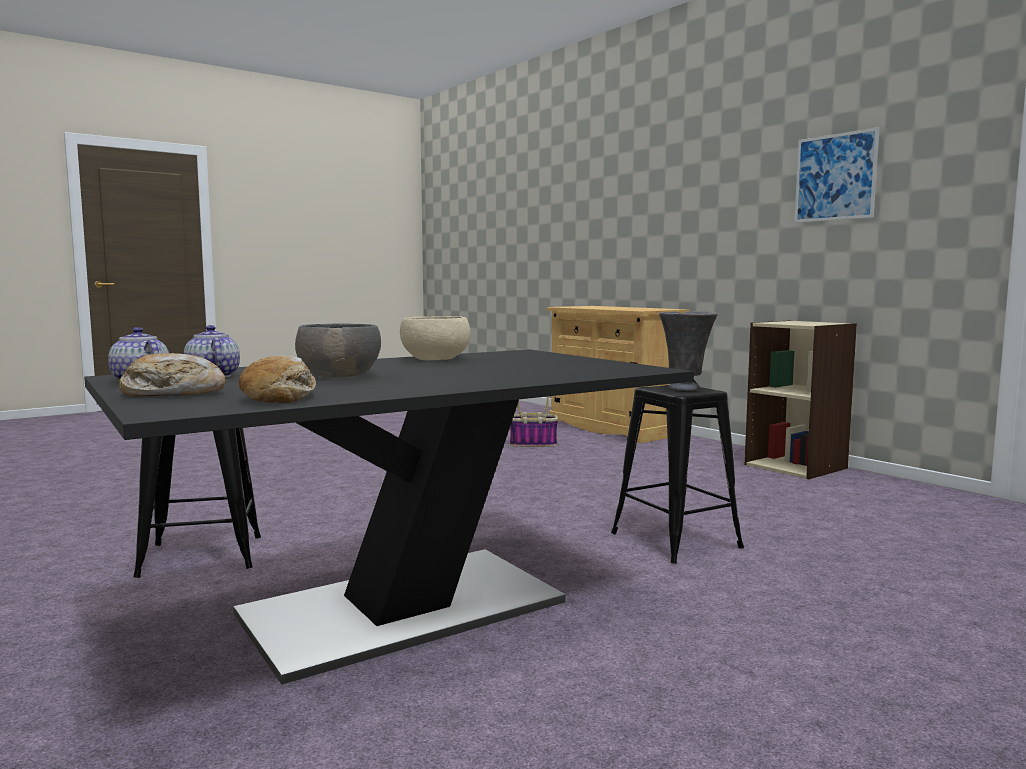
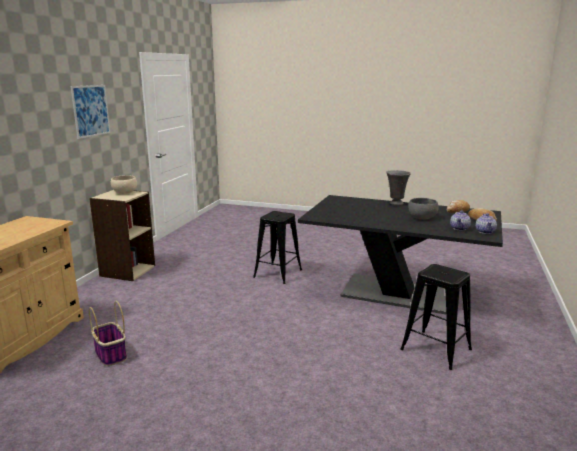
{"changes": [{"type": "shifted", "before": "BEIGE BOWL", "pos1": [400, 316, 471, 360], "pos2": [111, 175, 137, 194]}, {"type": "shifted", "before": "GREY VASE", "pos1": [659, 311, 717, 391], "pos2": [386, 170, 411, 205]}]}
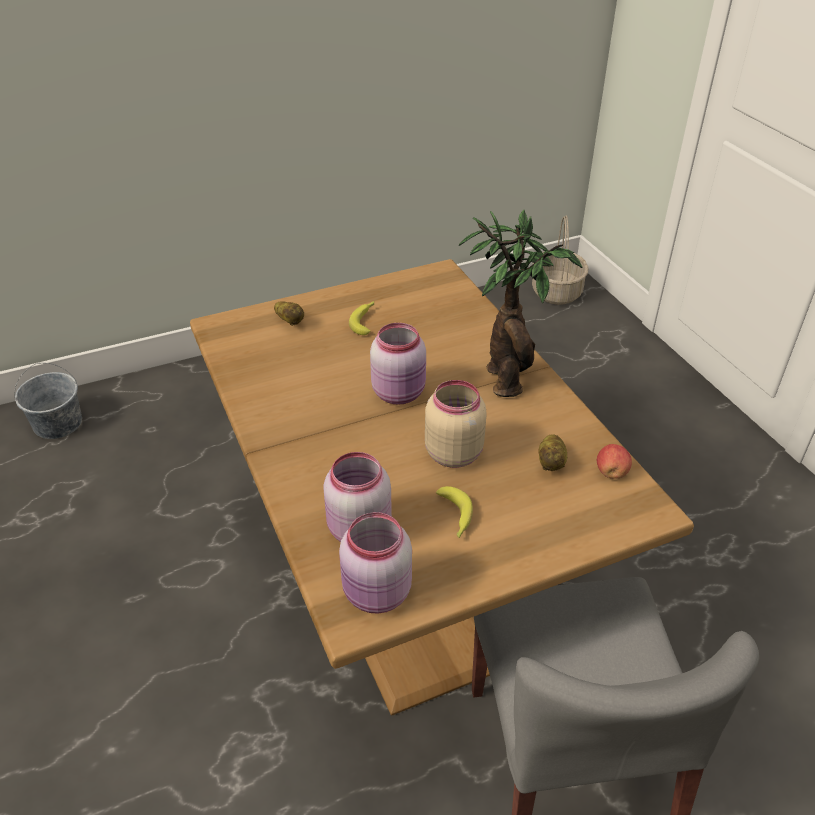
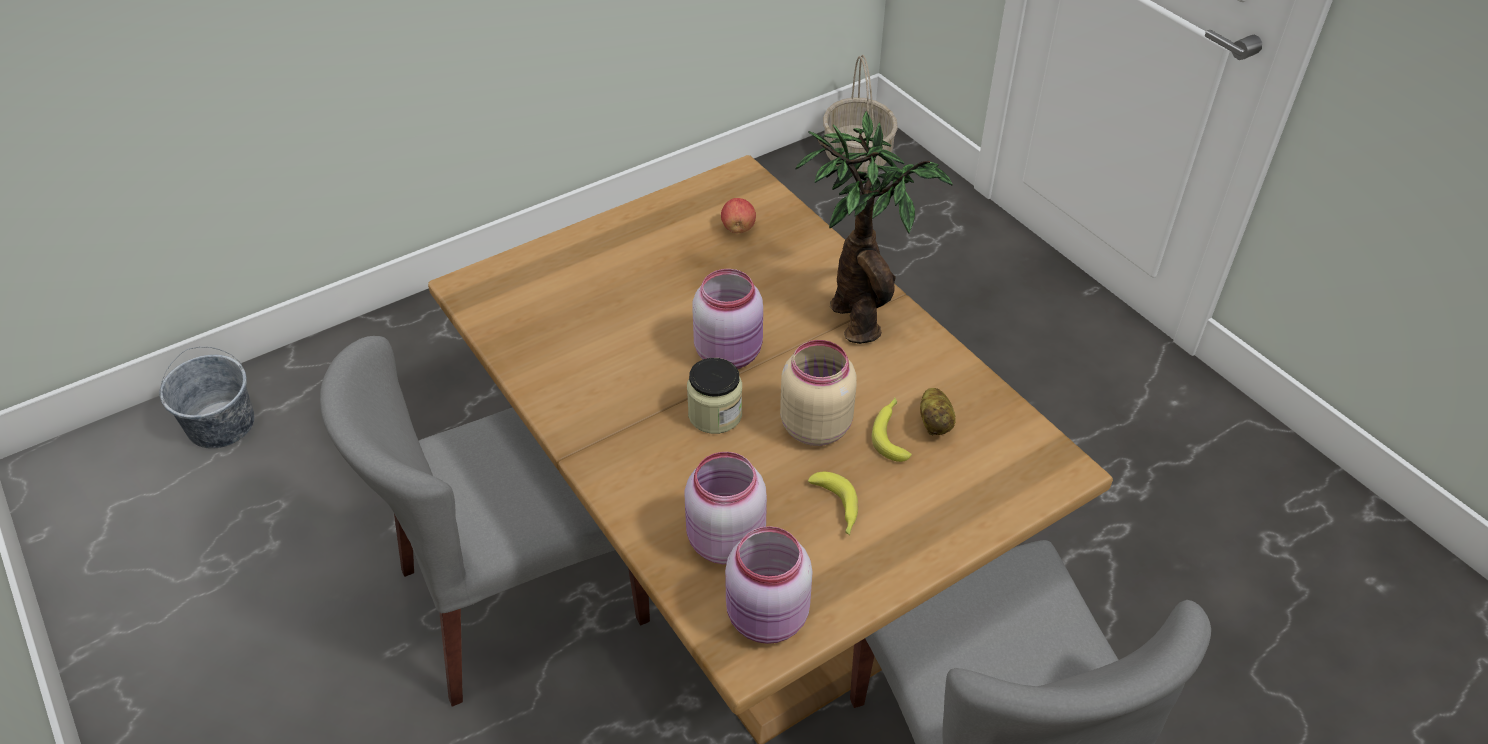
{"changes": [{"type": "new", "after": "GREY CHAIR", "pos2": [320, 336, 650, 707]}, {"type": "new", "after": "JAR", "pos2": [687, 358, 742, 434]}, {"type": "shifted", "before": "APPLE", "pos1": [597, 444, 632, 479], "pos2": [721, 198, 756, 233]}, {"type": "shifted", "before": "BANANA", "pos1": [349, 301, 374, 335], "pos2": [872, 398, 912, 462]}, {"type": "gone", "before": "POTATO", "pos1": [274, 301, 304, 326]}]}
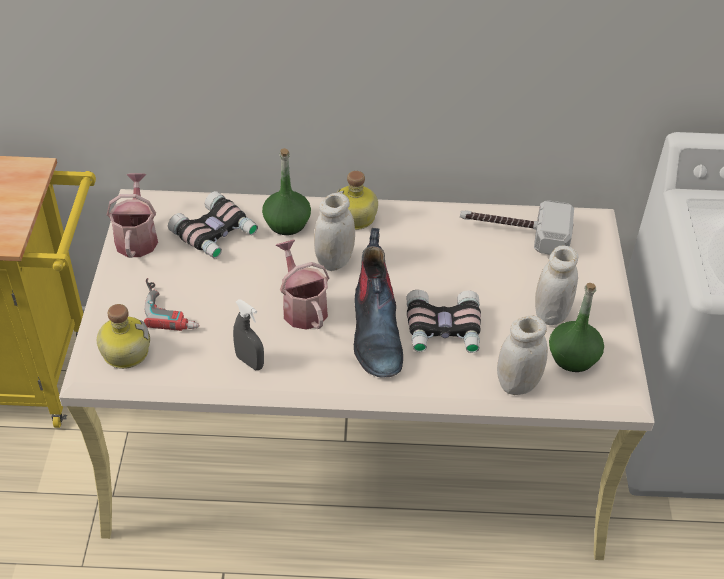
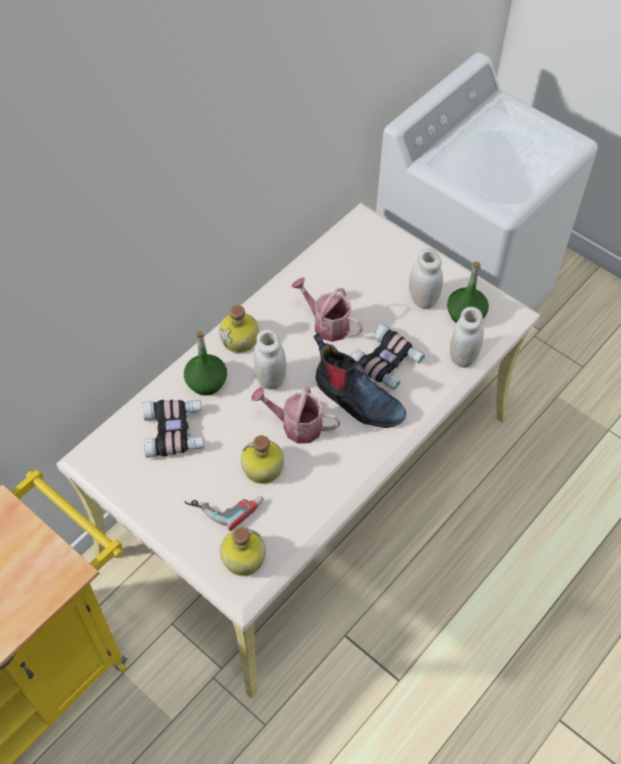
{"changes": [{"type": "new", "after": "BOTTLE", "pos2": [241, 435, 284, 484]}, {"type": "shifted", "before": "WATERING CAN", "pos1": [107, 173, 158, 258], "pos2": [291, 277, 363, 342]}, {"type": "gone", "before": "GREY SPRAY BOTTLE", "pos1": [233, 299, 264, 370]}, {"type": "gone", "before": "HAMMER", "pos1": [460, 200, 574, 255]}]}
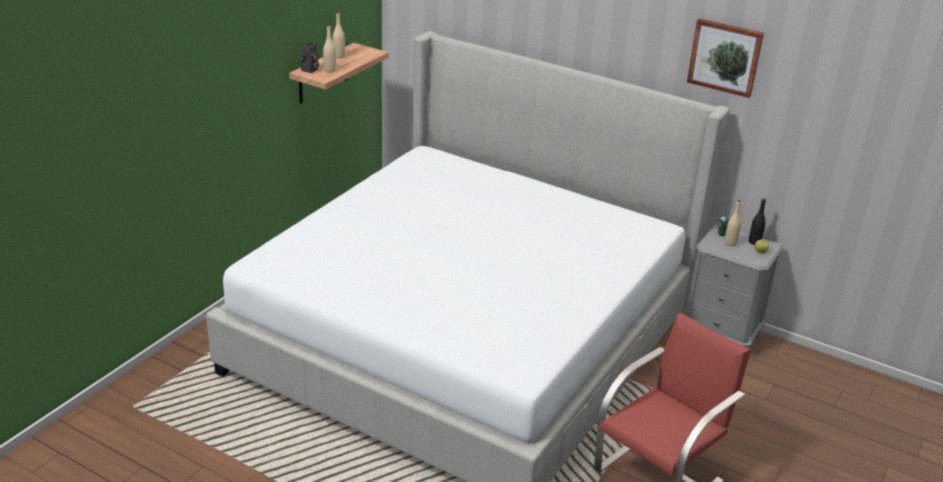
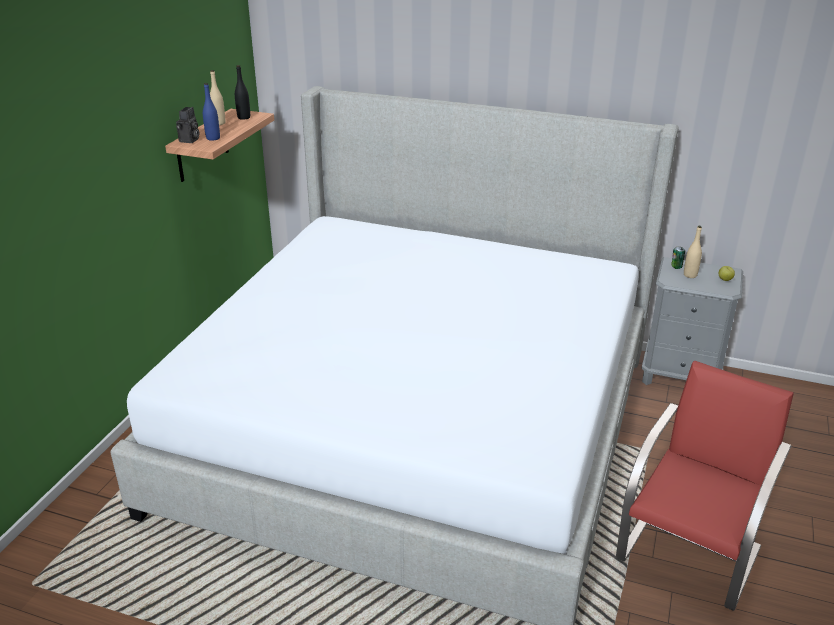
{"changes": [{"type": "repainted", "before": "BEIGE BOTTLE", "after": "BLUE BOTTLE", "pos1": [323, 25, 336, 73], "pos2": [203, 83, 220, 141]}, {"type": "shifted", "before": "BLACK BOTTLE", "pos1": [749, 199, 766, 245], "pos2": [235, 65, 250, 120]}, {"type": "gone", "before": "PICTURE", "pos1": [687, 18, 764, 98]}]}
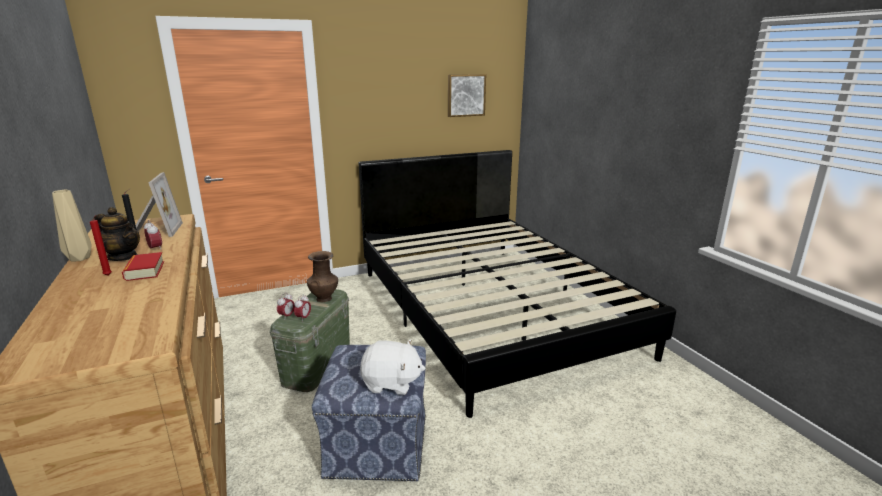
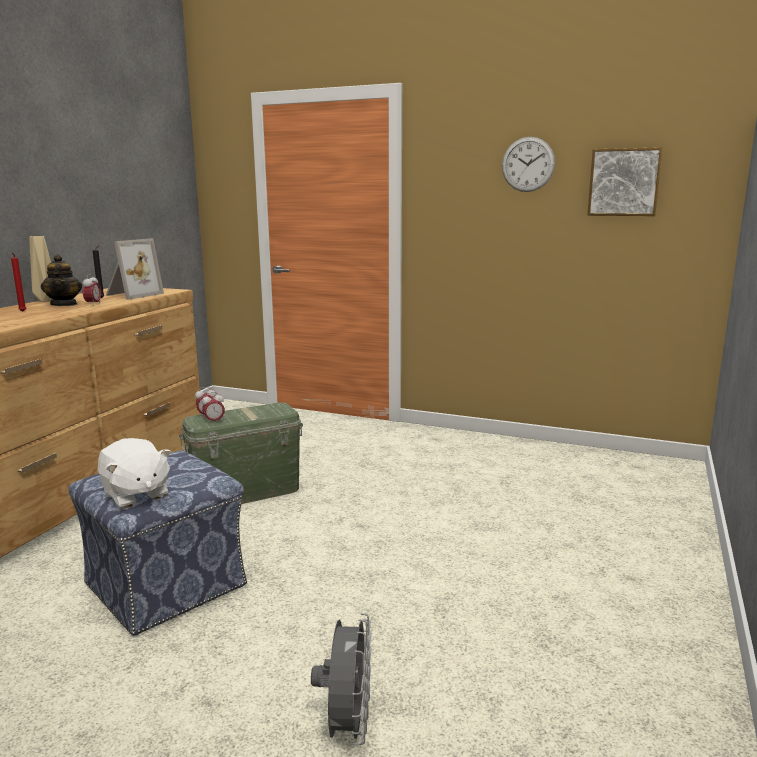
{"changes": [{"type": "new", "after": "GREY FAN", "pos2": [311, 613, 372, 745]}, {"type": "new", "after": "WALL CLOCK", "pos2": [502, 137, 555, 192]}, {"type": "gone", "before": "BOOK", "pos1": [122, 252, 164, 281]}, {"type": "gone", "before": "BROWN VASE", "pos1": [307, 251, 338, 302]}, {"type": "gone", "before": "BLACK BED", "pos1": [359, 150, 676, 418]}]}
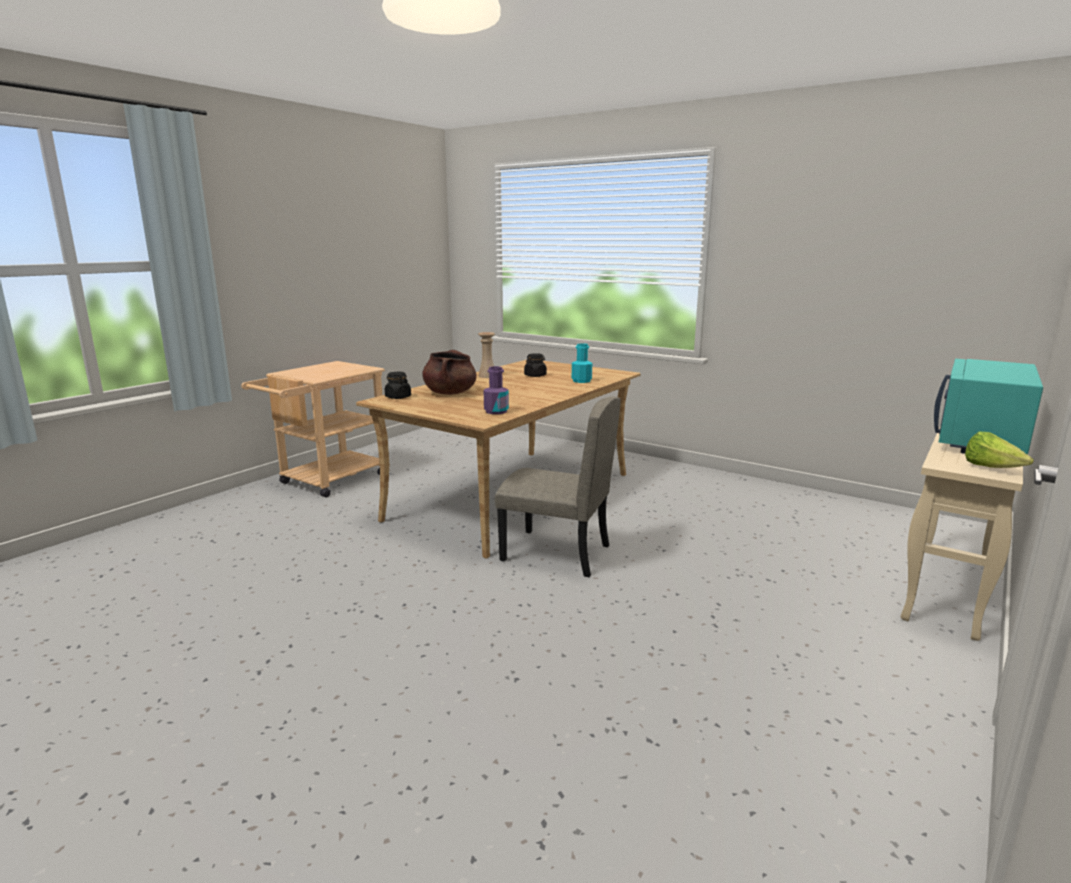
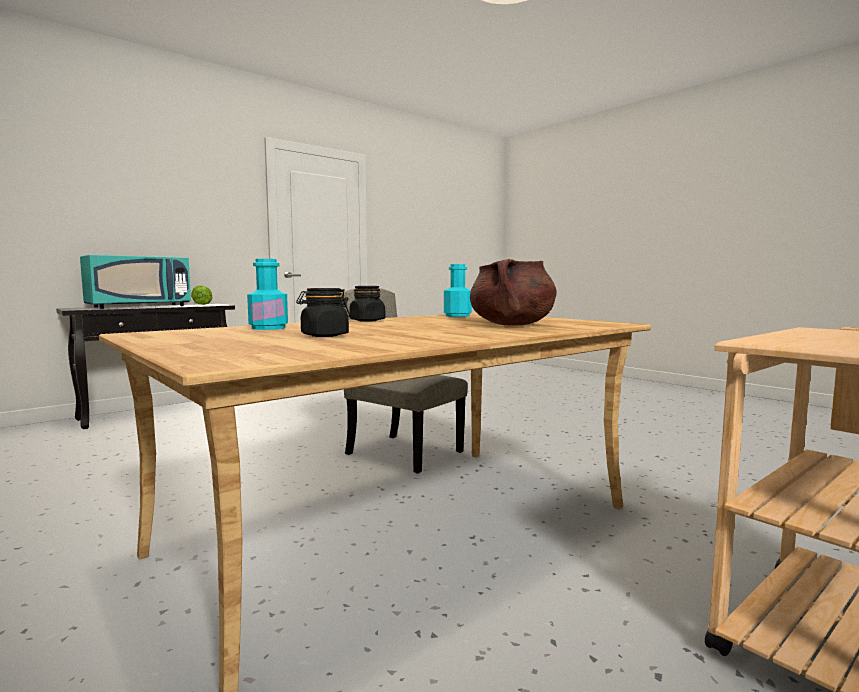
{"changes": [{"type": "repainted", "before": "BEIGE CONSOLE TABLE", "after": "BLACK CONSOLE TABLE", "pos1": [901, 425, 1023, 641], "pos2": [56, 304, 235, 429]}, {"type": "shifted", "before": "BLACK JAR", "pos1": [385, 372, 411, 399], "pos2": [349, 286, 385, 322]}, {"type": "repainted", "before": "PURPLE BOTTLE", "after": "TURQUOISE BOTTLE", "pos1": [484, 366, 509, 414], "pos2": [444, 264, 472, 317]}, {"type": "gone", "before": "BEIGE VASE", "pos1": [478, 332, 495, 378]}]}
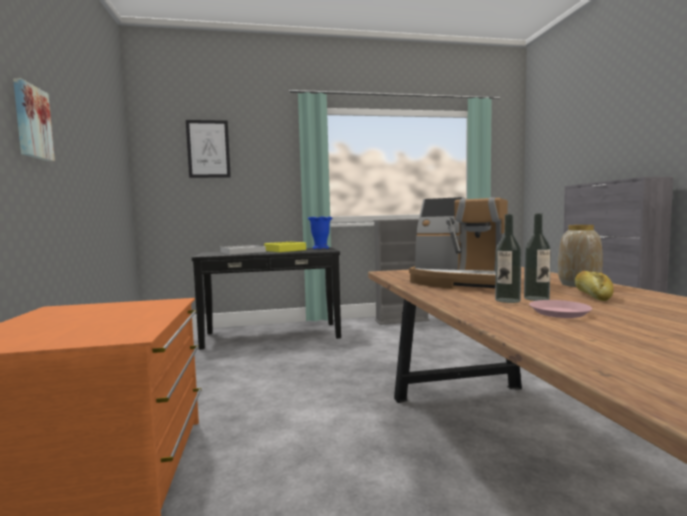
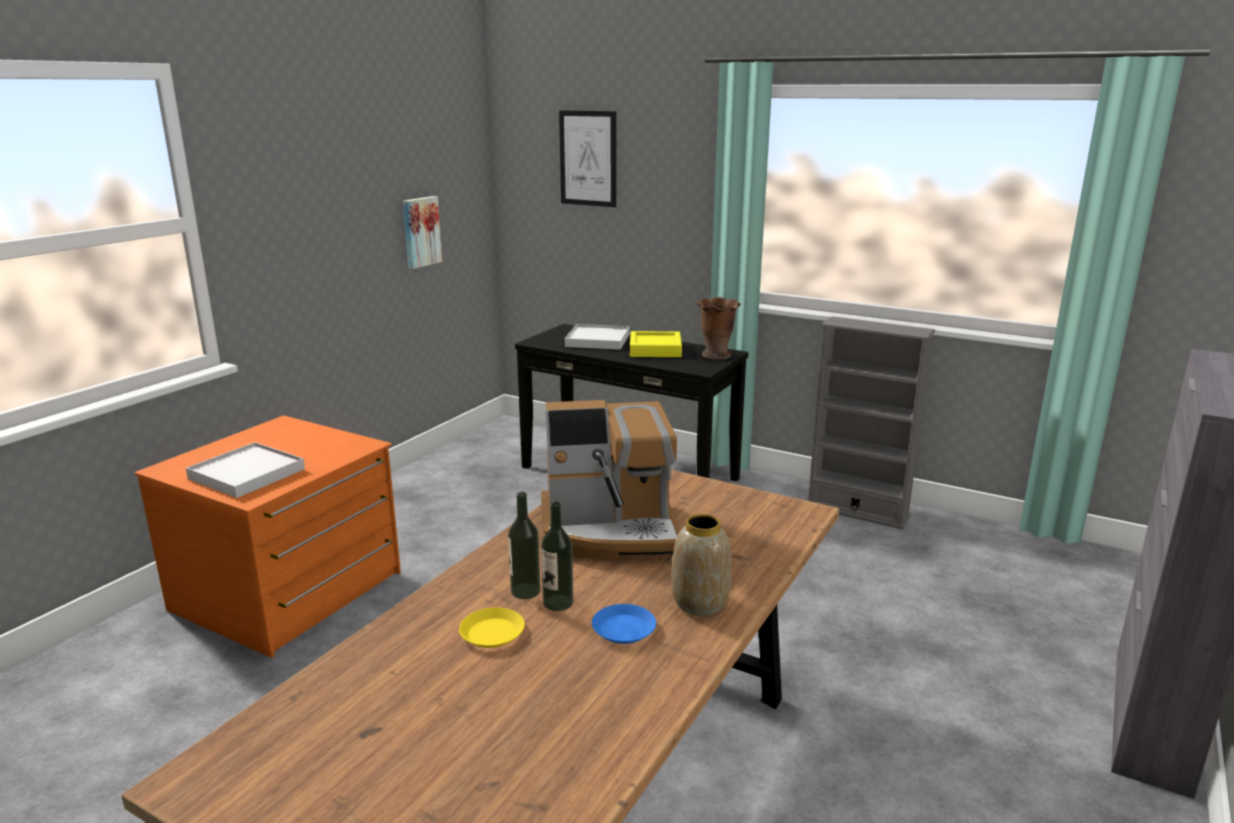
{"changes": [{"type": "new", "after": "WHITE TRAY", "pos2": [186, 442, 305, 498]}, {"type": "shifted", "before": "PICTURE", "pos1": [13, 78, 55, 161], "pos2": [403, 196, 442, 269]}, {"type": "repainted", "before": "PINK PLATE", "after": "YELLOW PLATE", "pos1": [529, 300, 592, 318], "pos2": [459, 608, 525, 648]}, {"type": "rotated", "before": "COFFEE MACHINE", "pos1": [409, 197, 508, 289], "pos2": [541, 400, 680, 560], "turn": -75}, {"type": "swapped", "before": "BREAD", "after": "BLUE PLATE", "pos1": [574, 271, 614, 301], "pos2": [592, 604, 656, 644]}, {"type": "repainted", "before": "BLUE VASE", "after": "BROWN VASE", "pos1": [308, 217, 333, 249], "pos2": [697, 297, 741, 360]}]}
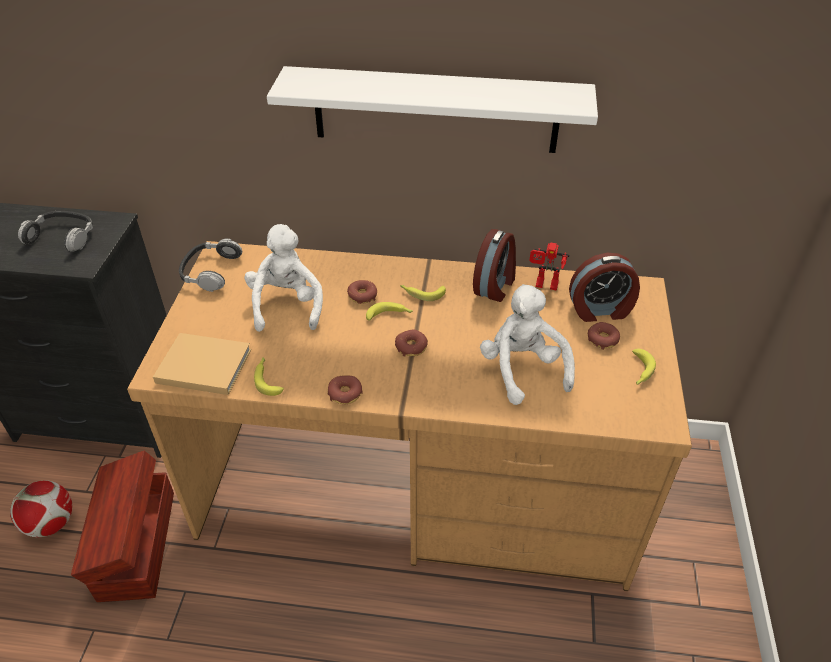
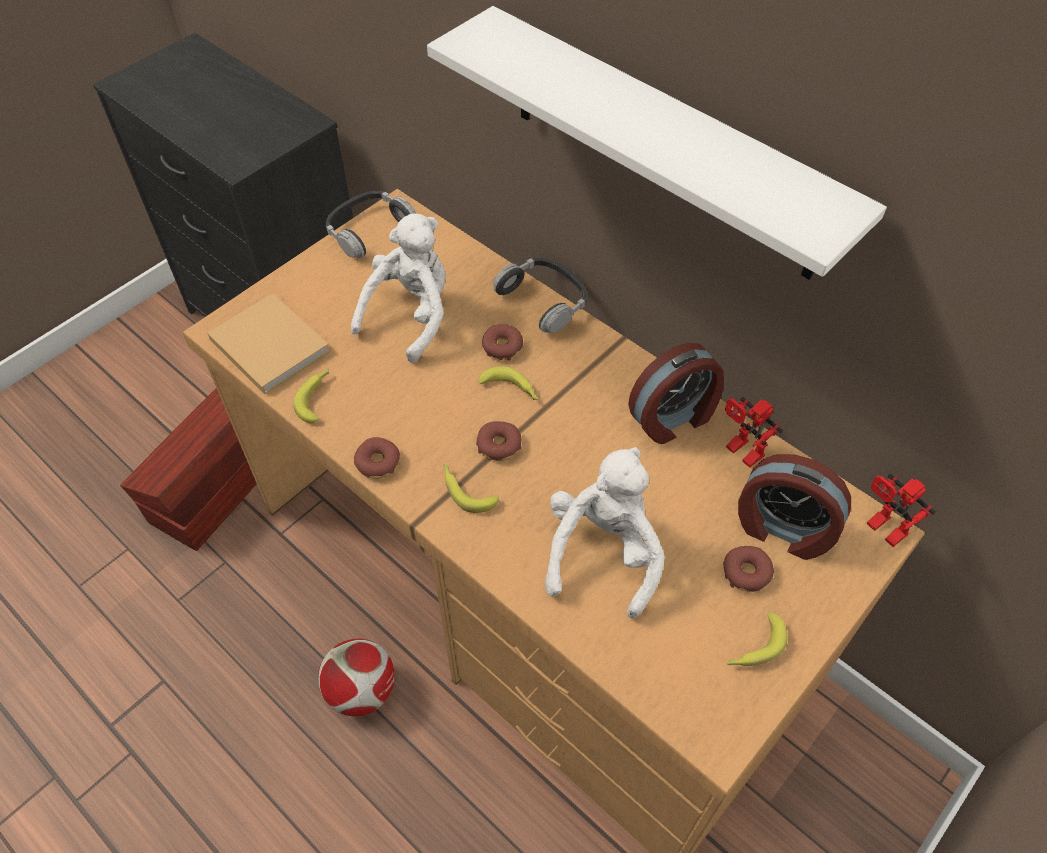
{"changes": [{"type": "shifted", "before": "FOOTBALL", "pos1": [10, 480, 72, 537], "pos2": [318, 639, 395, 716]}, {"type": "shifted", "before": "BANANA", "pos1": [400, 285, 446, 301], "pos2": [443, 464, 499, 513]}, {"type": "shifted", "before": "HEADPHONES", "pos1": [18, 211, 93, 252], "pos2": [493, 258, 587, 333]}, {"type": "new", "after": "TOY ROBOT", "pos2": [867, 474, 936, 547]}]}
